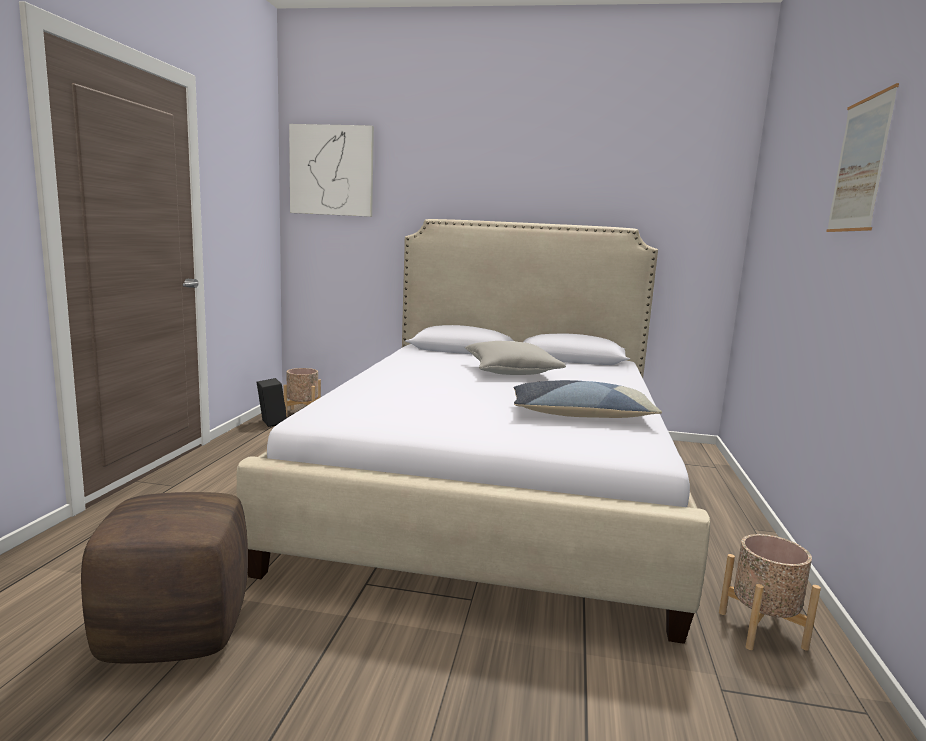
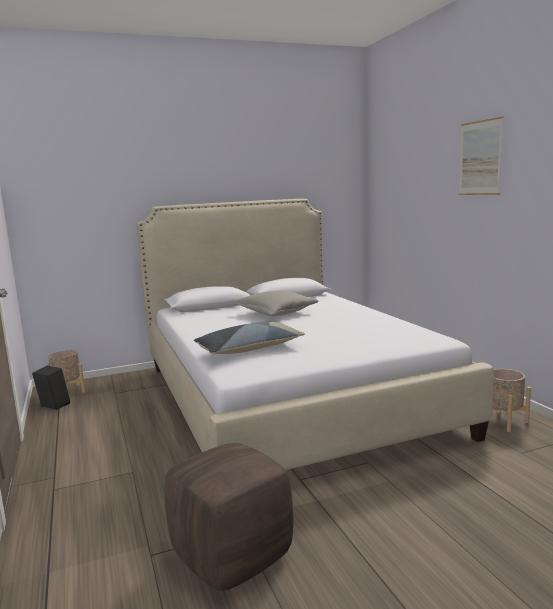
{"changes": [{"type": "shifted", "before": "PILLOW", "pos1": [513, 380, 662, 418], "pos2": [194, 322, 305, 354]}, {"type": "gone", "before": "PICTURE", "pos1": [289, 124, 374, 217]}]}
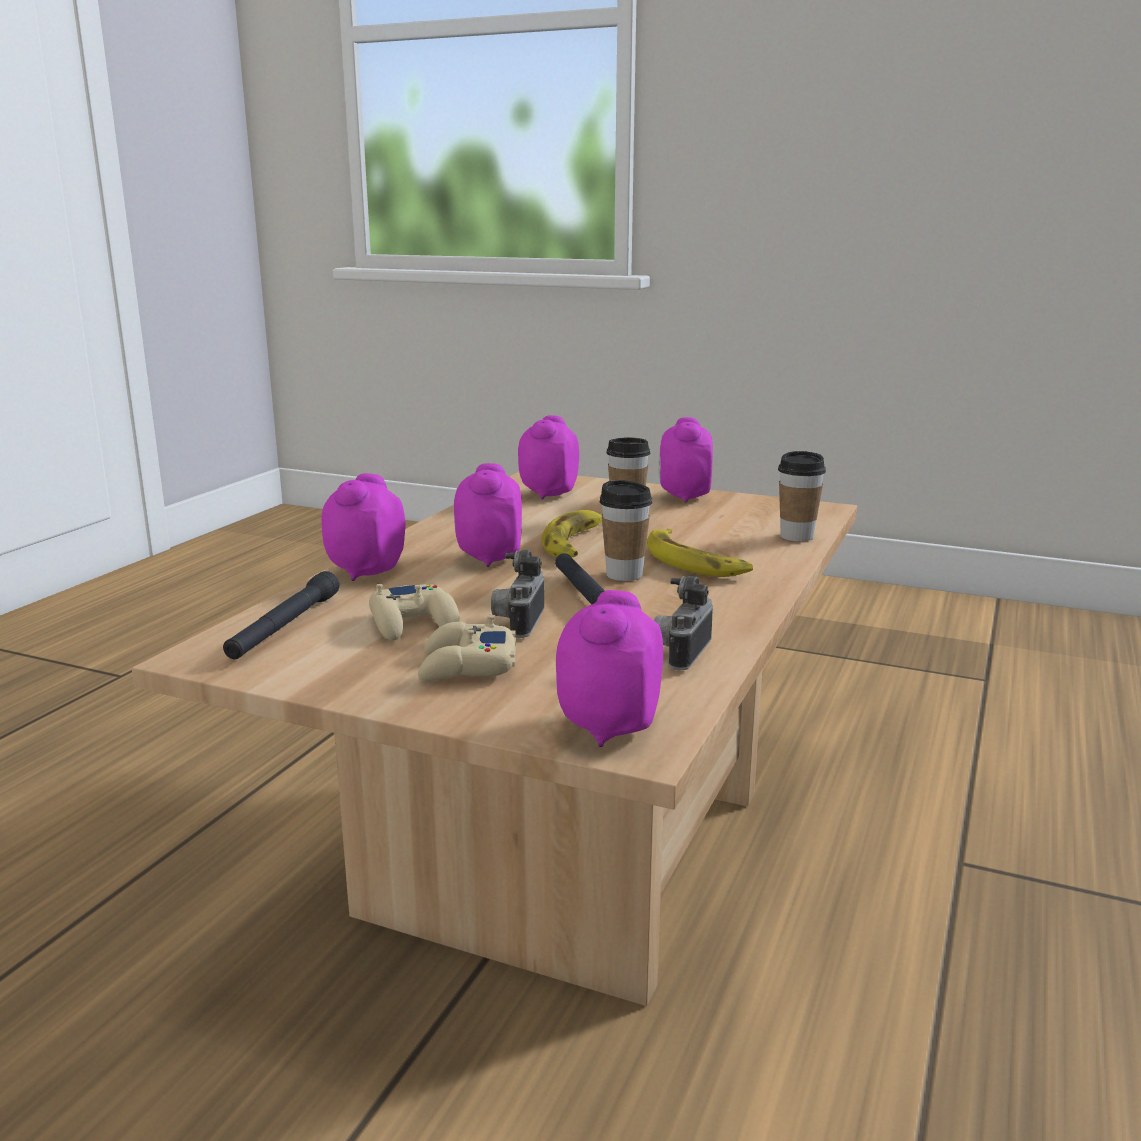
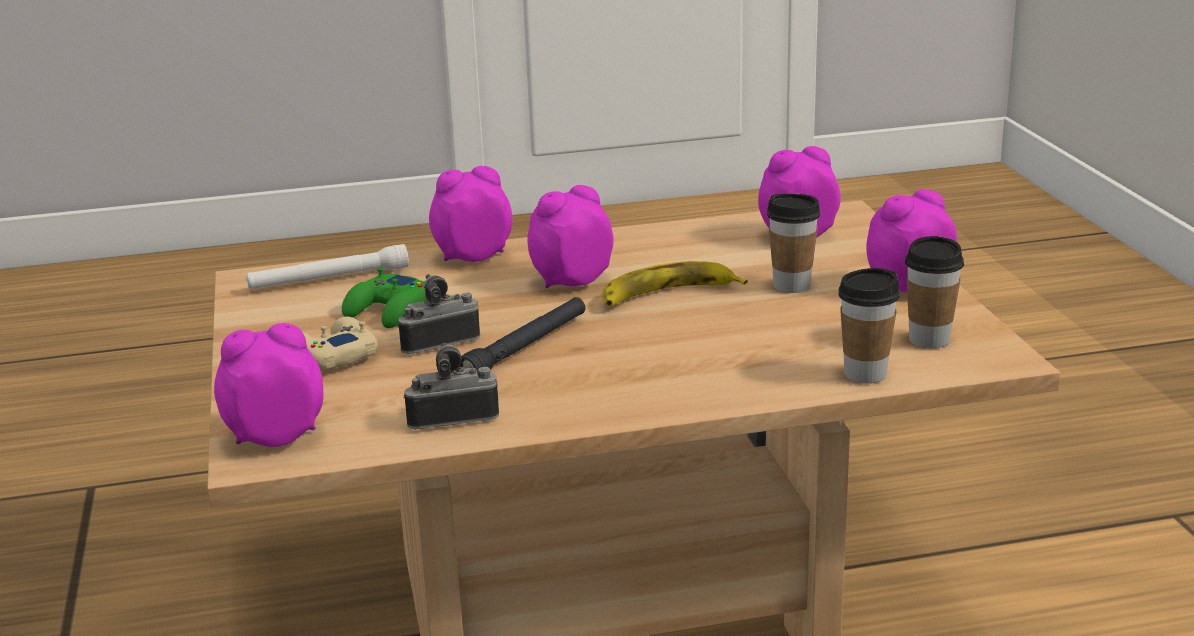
{"changes": [{"type": "repainted", "before": "BLACK FLASHLIGHT", "after": "WHITE FLASHLIGHT", "pos1": [223, 571, 339, 659], "pos2": [246, 244, 409, 289]}, {"type": "repainted", "before": "BEIGE GAME CONTROLLER", "after": "GREEN GAME CONTROLLER", "pos1": [369, 584, 460, 641], "pos2": [342, 267, 427, 328]}, {"type": "shifted", "before": "CUP", "pos1": [600, 480, 652, 581], "pos2": [905, 236, 964, 348]}, {"type": "gone", "before": "BANANA", "pos1": [647, 529, 753, 577]}]}
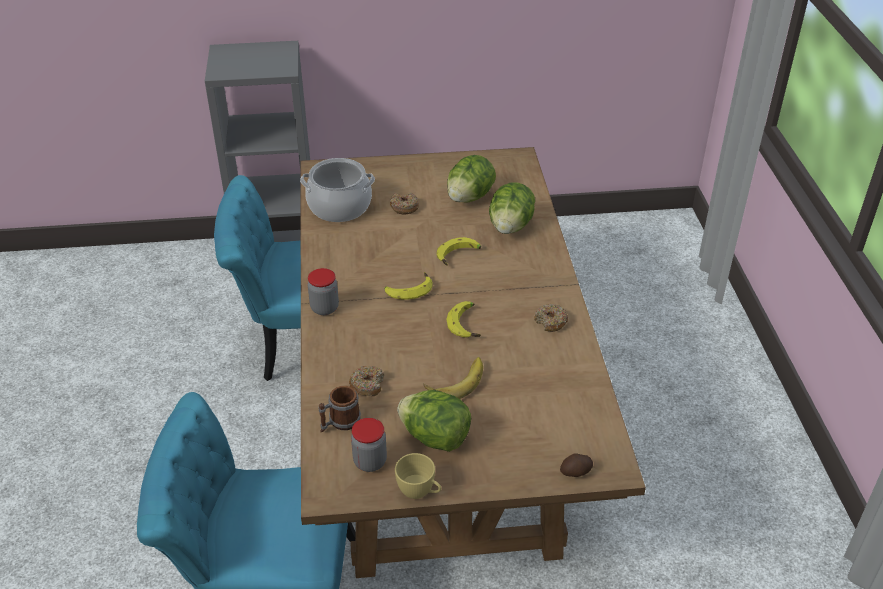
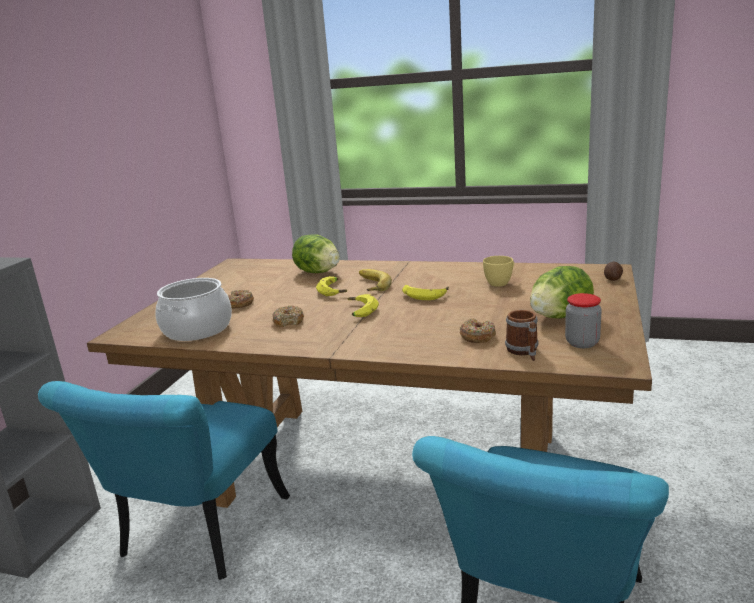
{"changes": [{"type": "shifted", "before": "DONUT", "pos1": [534, 304, 568, 332], "pos2": [272, 305, 304, 327]}, {"type": "shifted", "before": "BANANA", "pos1": [424, 357, 483, 399], "pos2": [359, 269, 392, 291]}, {"type": "shifted", "before": "YELLOW CUP", "pos1": [395, 453, 441, 499], "pos2": [483, 256, 514, 287]}, {"type": "gone", "before": "JAR", "pos1": [308, 268, 339, 315]}, {"type": "gone", "before": "LETTUCE", "pos1": [447, 155, 496, 203]}]}
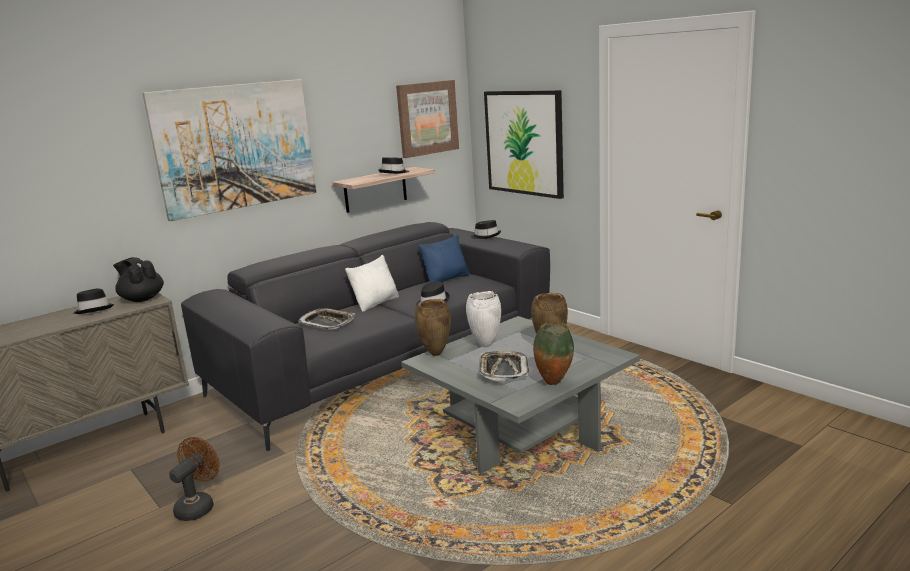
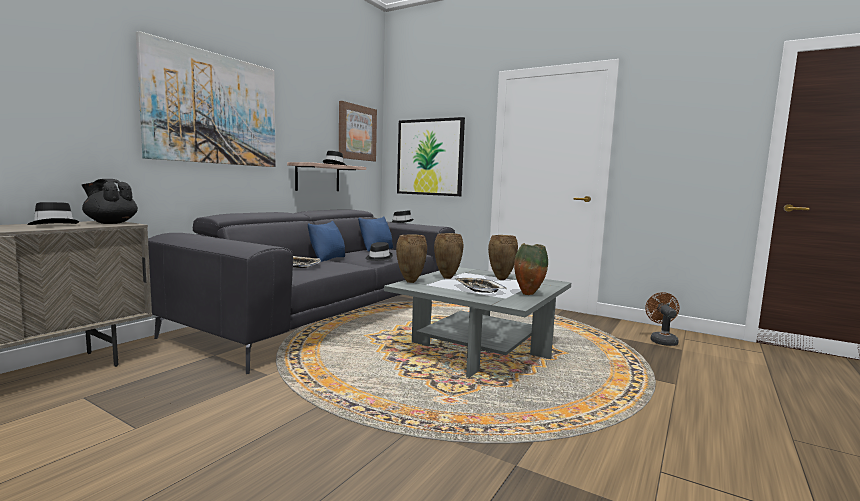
{"changes": [{"type": "repainted", "before": "WHITE PILLOW", "after": "BLUE PILLOW", "pos1": [345, 255, 399, 312], "pos2": [308, 221, 345, 262]}, {"type": "repainted", "before": "WHITE VASE", "after": "BROWN VASE", "pos1": [466, 291, 501, 347], "pos2": [434, 233, 463, 279]}, {"type": "shifted", "before": "BROWN FAN", "pos1": [169, 437, 220, 521], "pos2": [645, 292, 679, 346]}]}
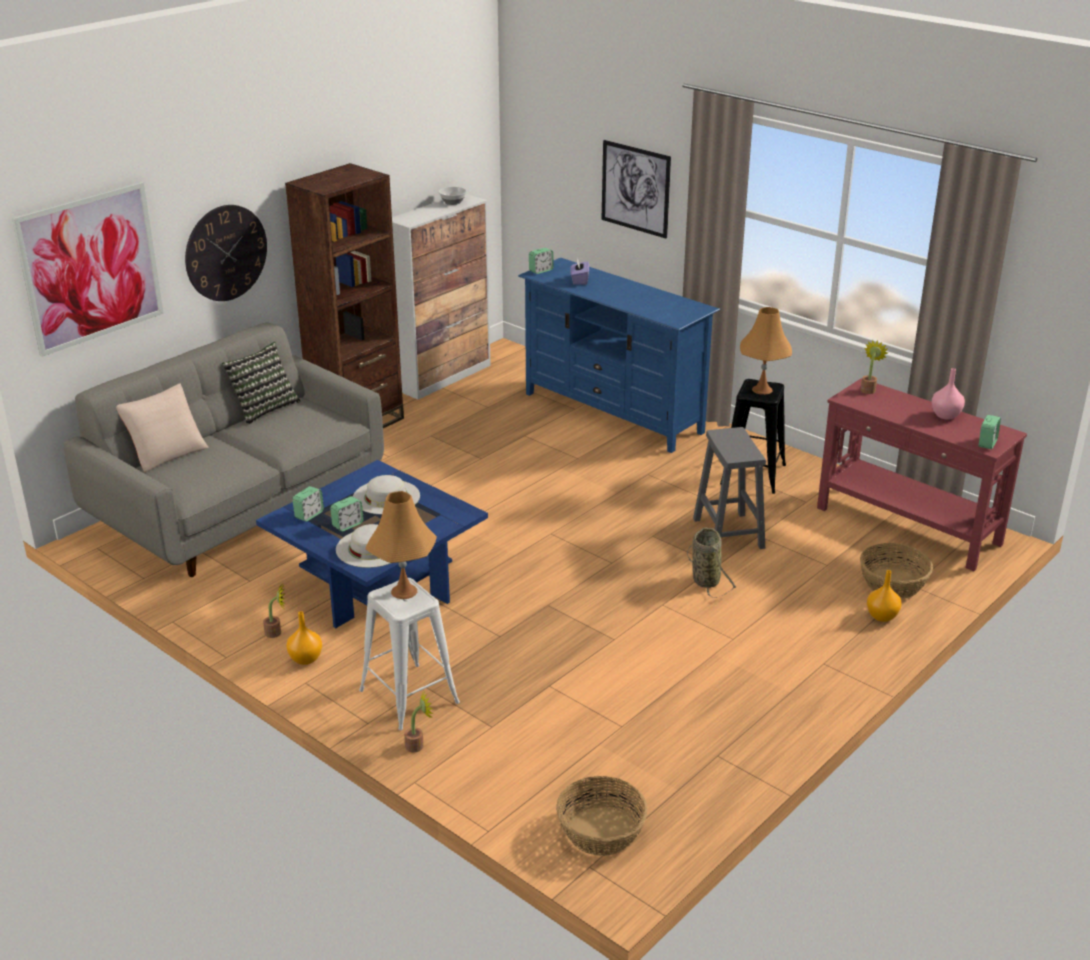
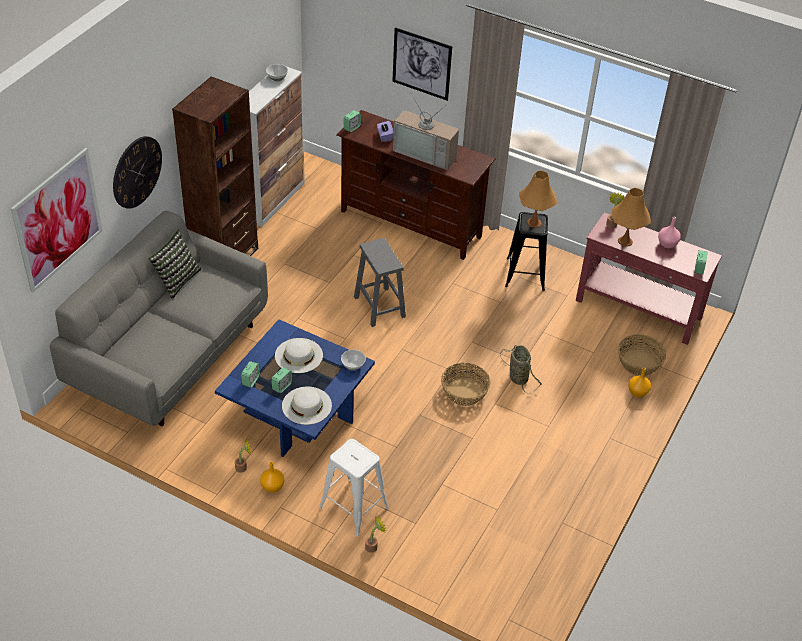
{"changes": [{"type": "repainted", "before": "BLUE TV STAND", "after": "BROWN TV STAND", "pos1": [518, 258, 720, 453], "pos2": [337, 110, 496, 260]}, {"type": "new", "after": "BOWL", "pos2": [341, 350, 366, 371]}, {"type": "shifted", "before": "GREY STOOL", "pos1": [693, 427, 766, 549], "pos2": [354, 238, 406, 327]}, {"type": "new", "after": "TELEVISION", "pos2": [393, 92, 459, 170]}, {"type": "shifted", "before": "BASKET", "pos1": [556, 776, 648, 856], "pos2": [441, 363, 491, 406]}, {"type": "shifted", "before": "ORANGE TABLE LAMP", "pos1": [365, 491, 437, 599], "pos2": [612, 188, 651, 247]}, {"type": "gone", "before": "BEIGE PILLOW", "pos1": [116, 384, 209, 472]}]}
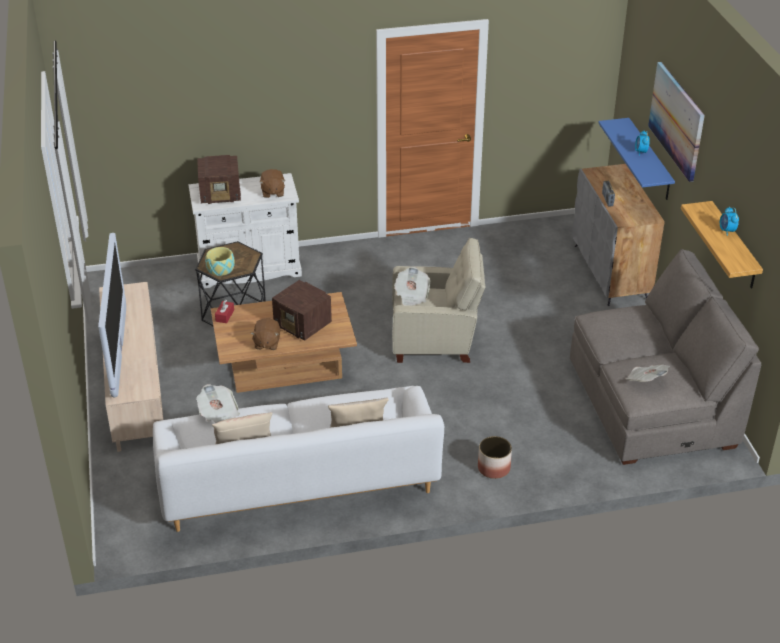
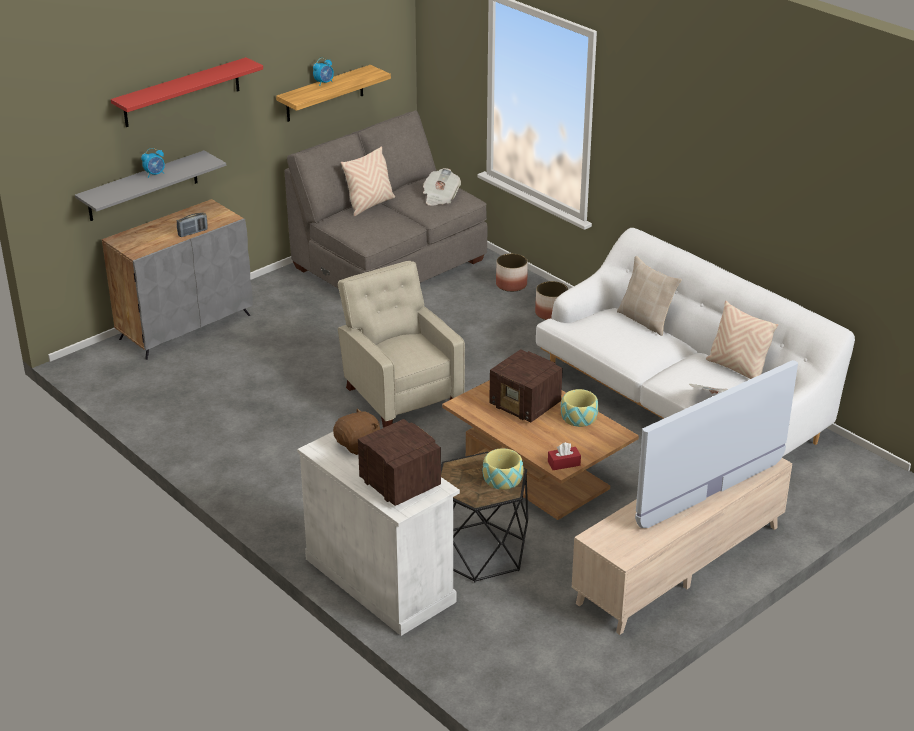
{"changes": [{"type": "repainted", "before": "BLUE SHELF", "after": "GREY SHELF", "pos1": [598, 118, 675, 200], "pos2": [75, 150, 226, 221]}, {"type": "swapped", "before": "PICTURE", "after": "RED SHELF", "pos1": [648, 62, 705, 182], "pos2": [111, 57, 263, 127]}, {"type": "new", "after": "BEIGE PILLOW", "pos2": [341, 146, 395, 216]}, {"type": "rotated", "before": "RADIO", "pos1": [272, 280, 332, 341], "pos2": [489, 349, 563, 422], "turn": 120}, {"type": "new", "after": "PLANTER", "pos2": [496, 253, 528, 292]}, {"type": "swapped", "before": "BROWN PLUSH TOY", "after": "BOWL", "pos1": [251, 318, 280, 350], "pos2": [561, 389, 599, 427]}, {"type": "gone", "before": "NEWSPAPER", "pos1": [394, 267, 431, 306]}]}
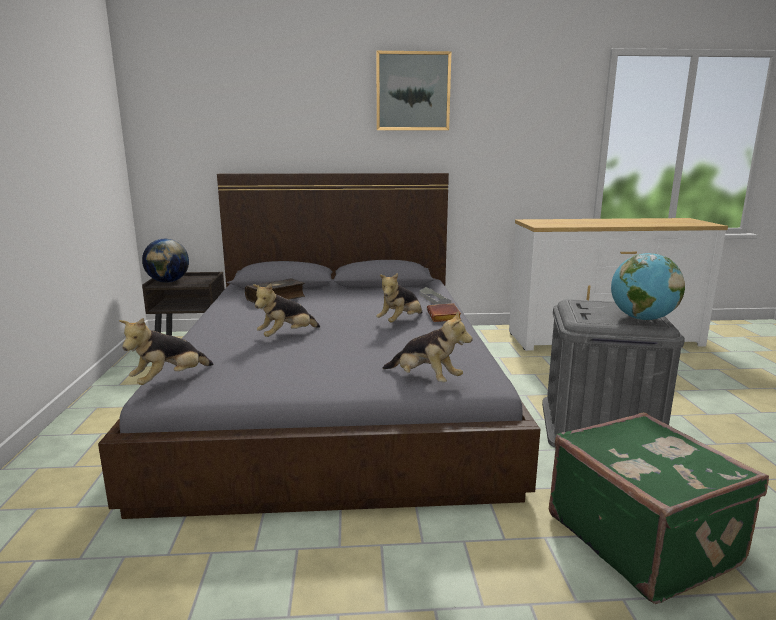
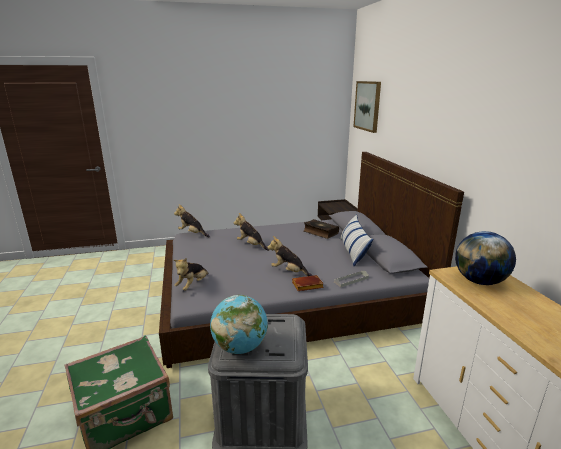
{"changes": [{"type": "new", "after": "PILLOW", "pos2": [340, 214, 374, 266]}, {"type": "shifted", "before": "PICTURE", "pos1": [376, 51, 451, 130], "pos2": [353, 81, 381, 133]}, {"type": "shifted", "before": "GLOBE", "pos1": [142, 239, 189, 283], "pos2": [455, 231, 516, 285]}]}
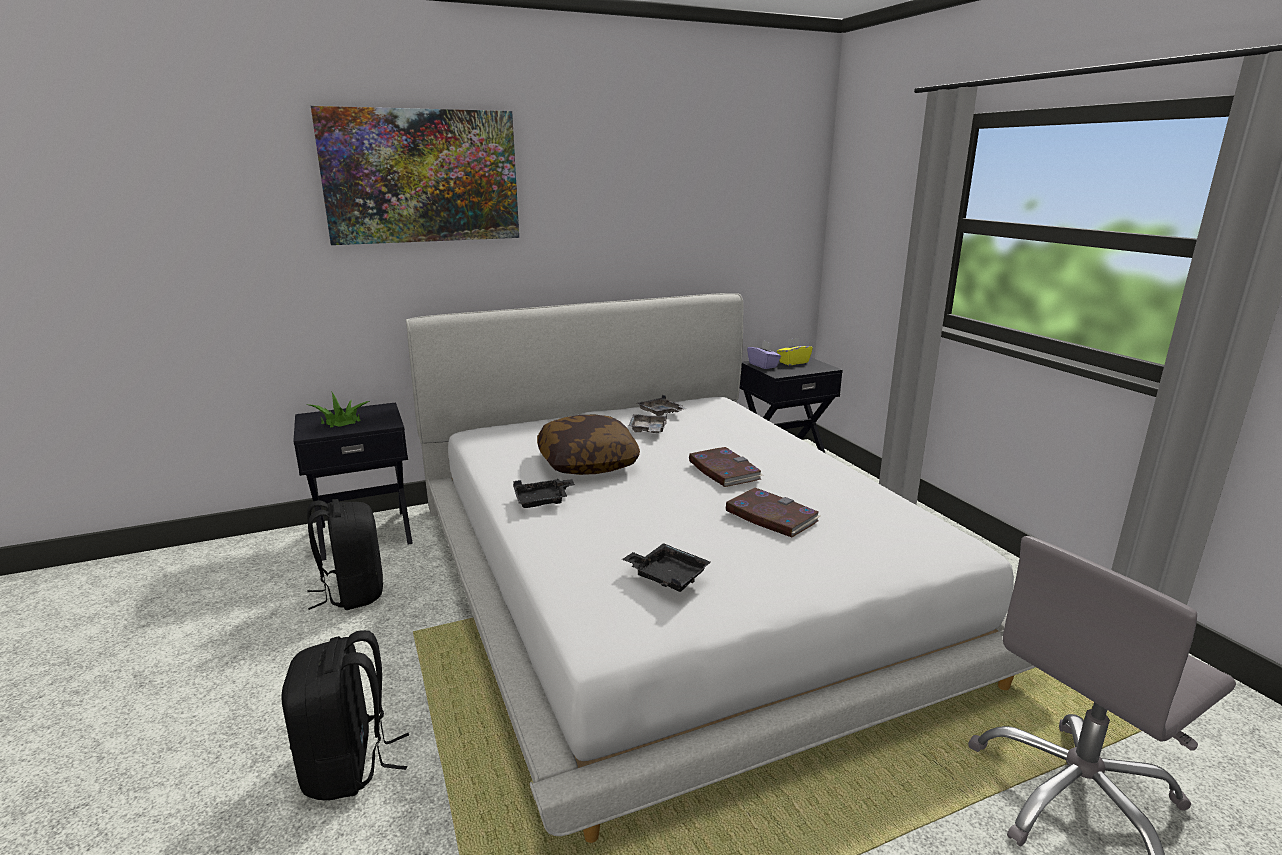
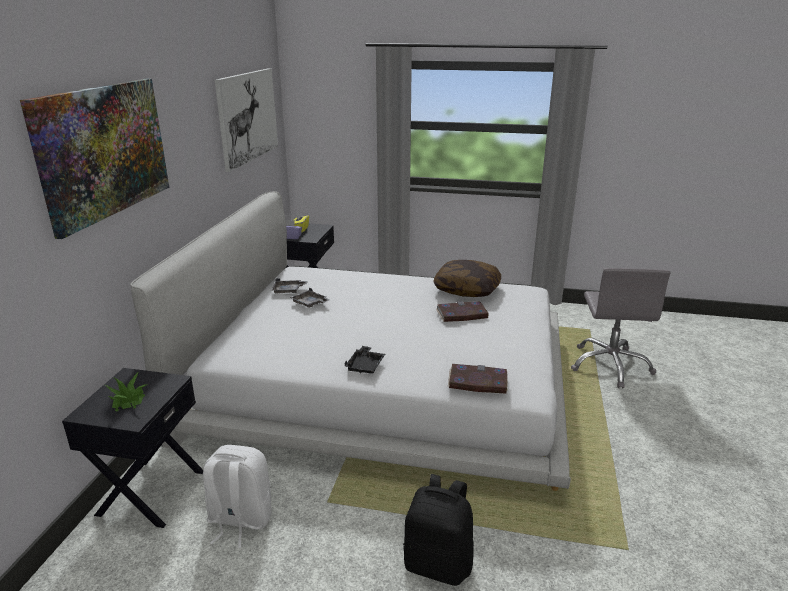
{"changes": [{"type": "repainted", "before": "BLACK BACKPACK", "after": "WHITE BACKPACK", "pos1": [307, 499, 383, 610], "pos2": [203, 445, 272, 548]}, {"type": "new", "after": "PICTURE", "pos2": [215, 68, 278, 172]}, {"type": "shifted", "before": "PILLOW", "pos1": [537, 415, 640, 475], "pos2": [433, 260, 501, 297]}, {"type": "shifted", "before": "BOOK", "pos1": [689, 447, 763, 487], "pos2": [448, 364, 508, 394]}, {"type": "gone", "before": "BLACK TRAY", "pos1": [622, 543, 711, 592]}]}
